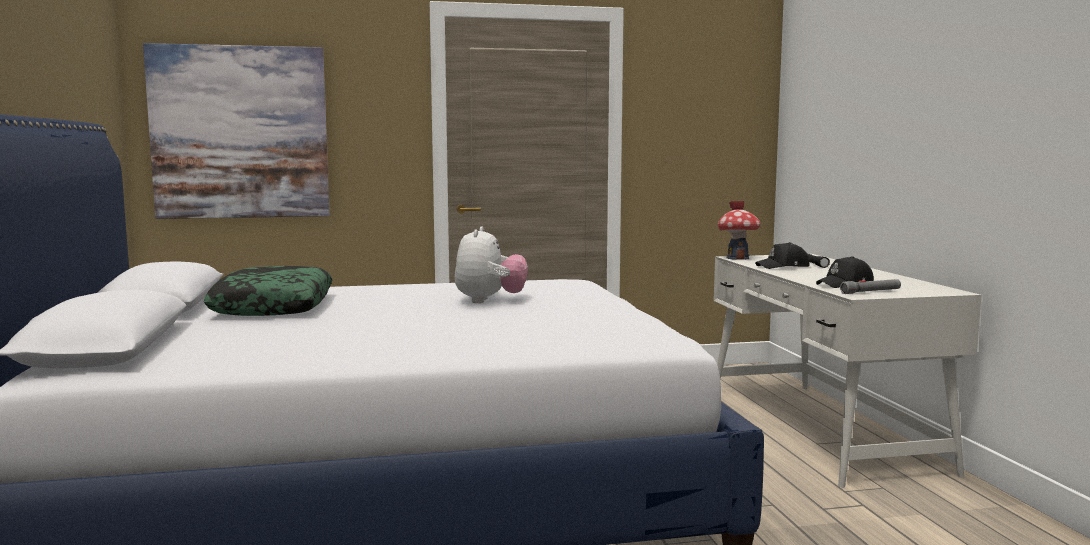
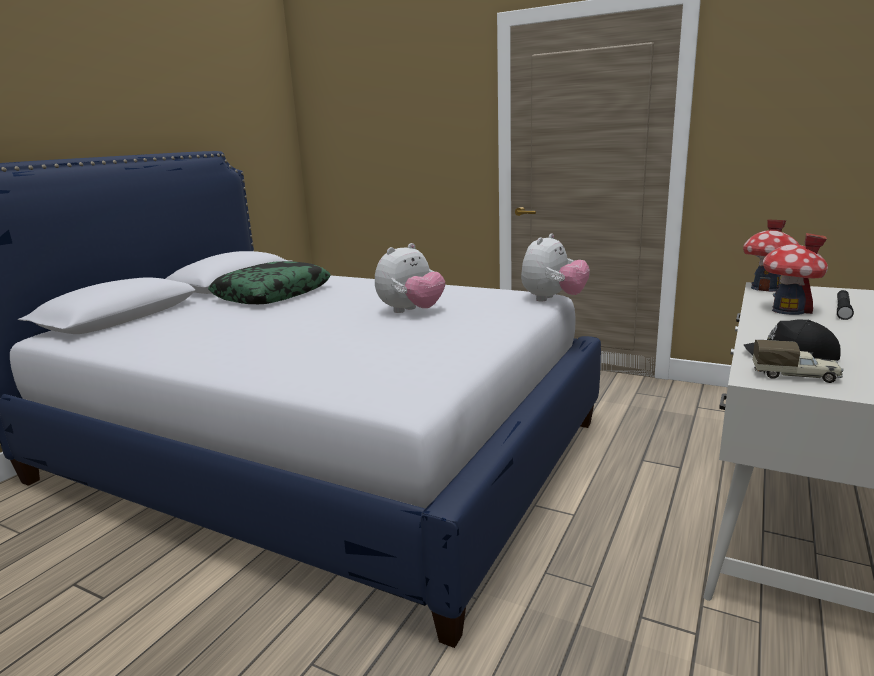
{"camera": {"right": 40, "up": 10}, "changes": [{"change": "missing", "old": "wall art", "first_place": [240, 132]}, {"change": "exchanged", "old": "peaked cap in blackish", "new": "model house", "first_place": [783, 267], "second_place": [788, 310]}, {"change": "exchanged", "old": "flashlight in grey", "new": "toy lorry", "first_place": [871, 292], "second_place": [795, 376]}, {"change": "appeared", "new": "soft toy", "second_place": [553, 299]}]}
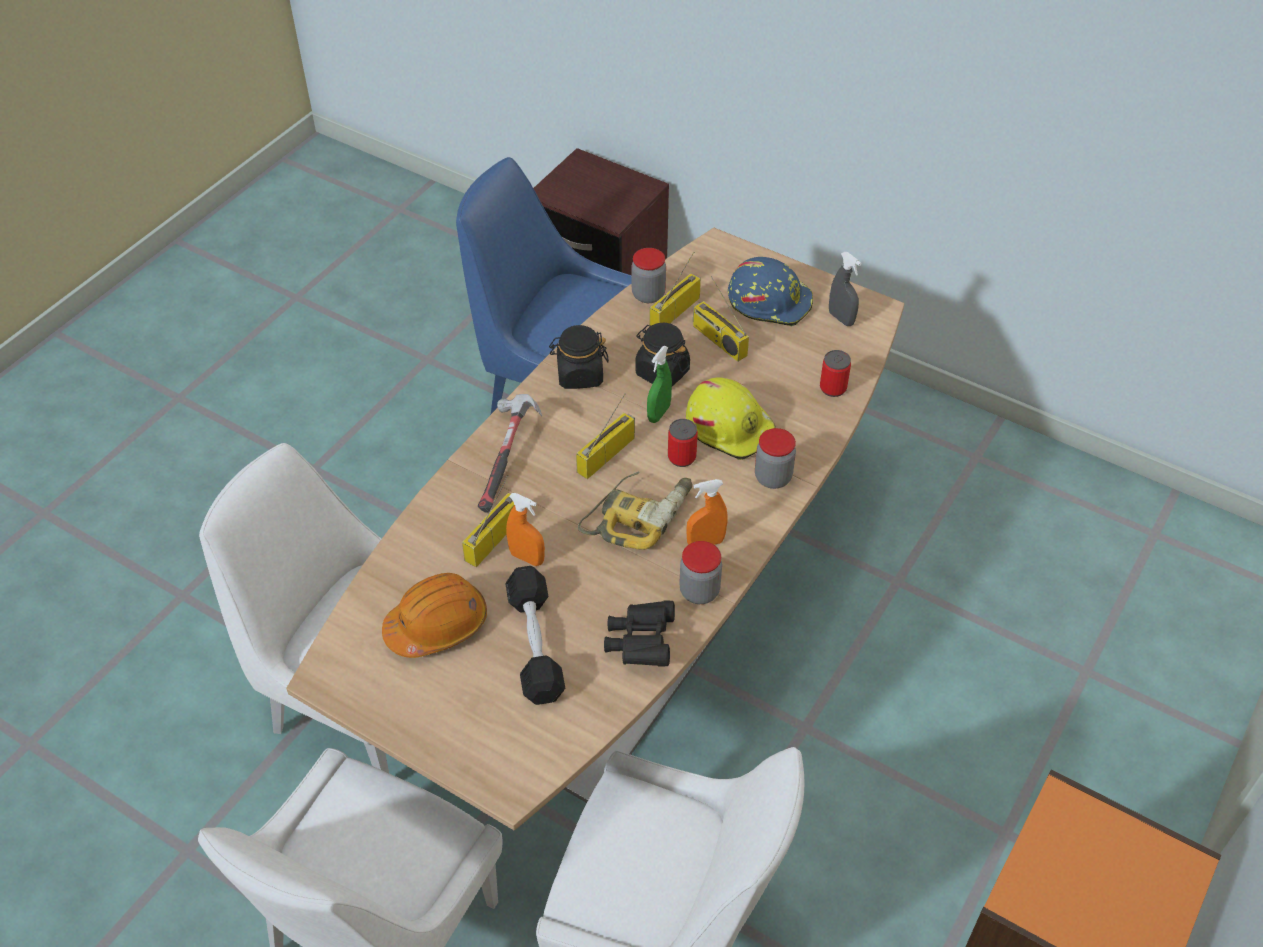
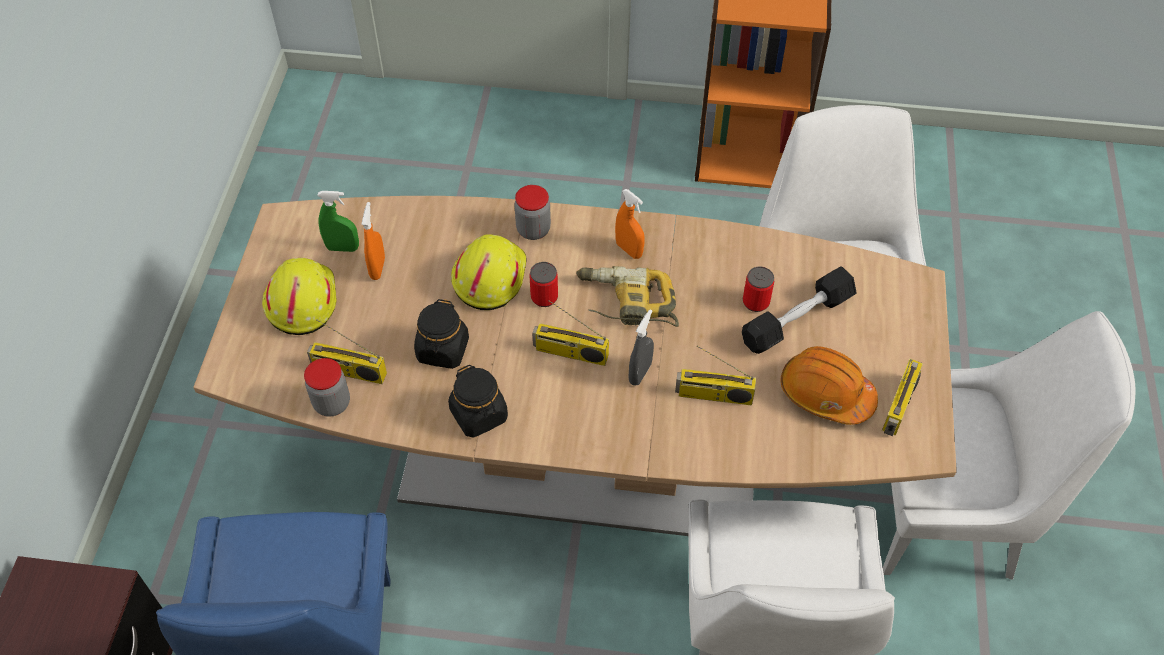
{"camera": {"right": -115, "up": 5}, "changes": [{"change": "missing", "old": "hand hammer", "first_place": [507, 459]}, {"change": "relocated", "old": "spray bottle in orange", "first_place": [527, 558], "second_place": [377, 268]}, {"change": "missing", "old": "binoculars in blackish", "first_place": [641, 643]}, {"change": "relocated", "old": "spray bottle in green", "first_place": [659, 413], "second_place": [342, 248]}, {"change": "missing", "old": "jar", "first_place": [699, 591]}, {"change": "relocated", "old": "radio receiver", "first_place": [718, 340], "second_place": [900, 406]}, {"change": "colour", "old": "hard hat in bluish", "new": "hard hat in yellow-coloured", "first_place": [770, 301], "second_place": [300, 301]}, {"change": "relocated", "old": "metal can", "first_place": [833, 388], "second_place": [755, 302]}, {"change": "relocated", "old": "spray bottle in grey", "first_place": [841, 318], "second_place": [640, 373]}]}
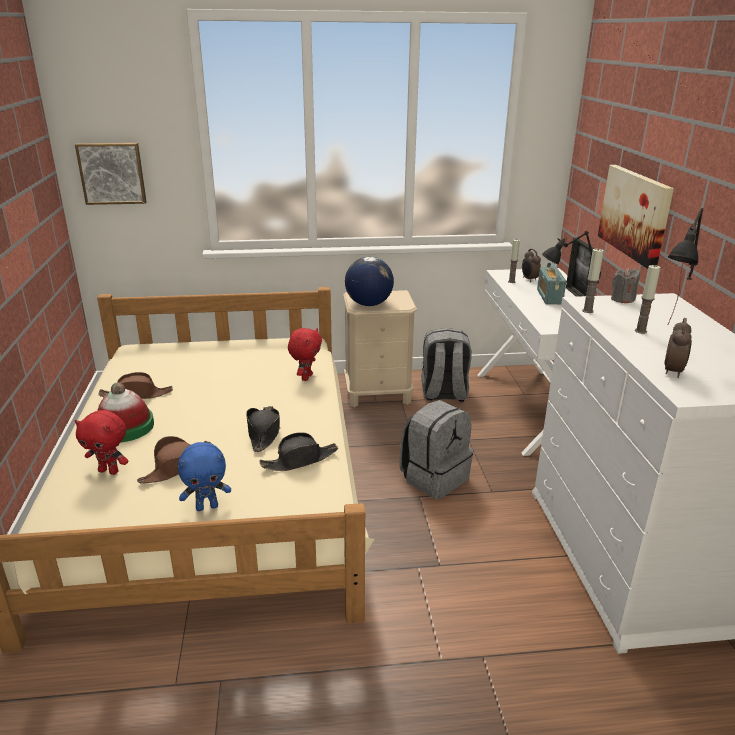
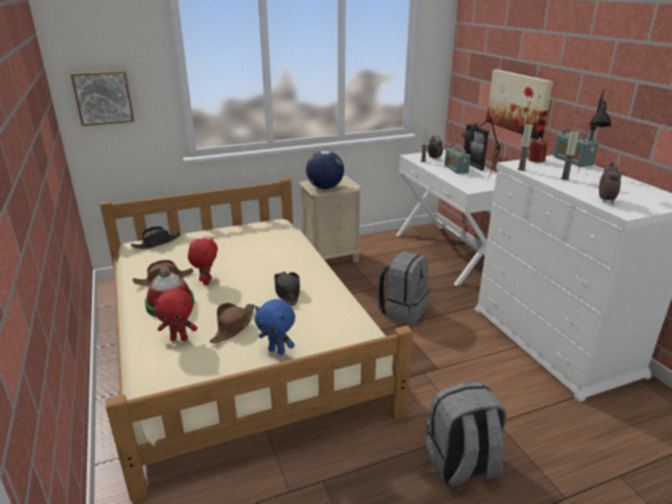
{"camera": {"right": -15, "up": 0}, "changes": [{"change": "spun", "old": "soft toy in bluish", "first_place": [207, 506], "second_place": [277, 351], "degrees": 60}, {"change": "relocated", "old": "clothing hat in blackish", "first_place": [300, 460], "second_place": [157, 243]}, {"change": "relocated", "old": "soft toy in red", "first_place": [306, 377], "second_place": [206, 281]}, {"change": "relocated", "old": "knapsack in grey", "first_place": [443, 394], "second_place": [461, 465]}, {"change": "colour", "old": "candle in grey", "new": "candle in red", "first_place": [622, 299], "second_place": [536, 160]}, {"change": "appeared", "new": "radio receiver", "second_place": [572, 161]}]}
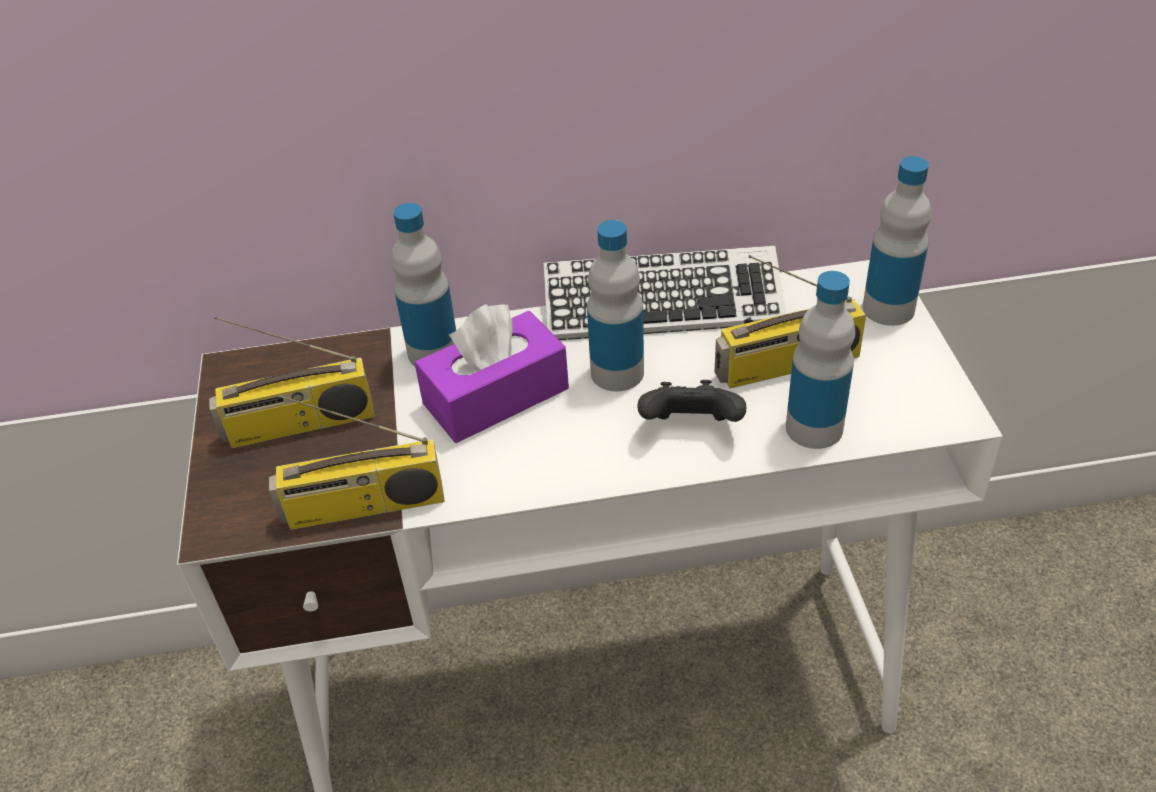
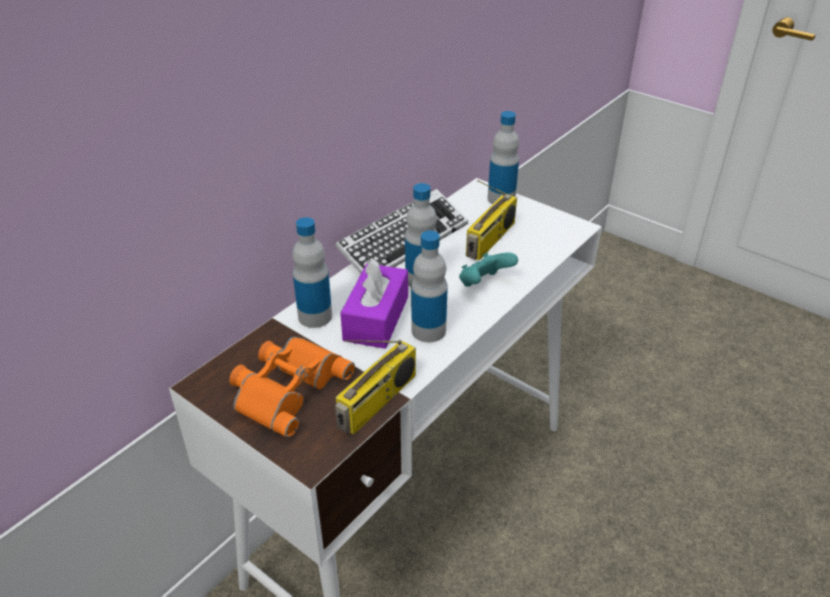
{"camera": {"right": -45, "up": -5}, "changes": [{"change": "exchanged", "old": "radio receiver", "new": "binoculars in orange", "first_place": [299, 425], "second_place": [286, 387]}, {"change": "colour", "old": "game controller in blackish", "new": "game controller in turquoise-coloured", "first_place": [691, 427], "second_place": [484, 284]}, {"change": "relocated", "old": "bottle", "first_place": [814, 428], "second_place": [428, 330]}]}
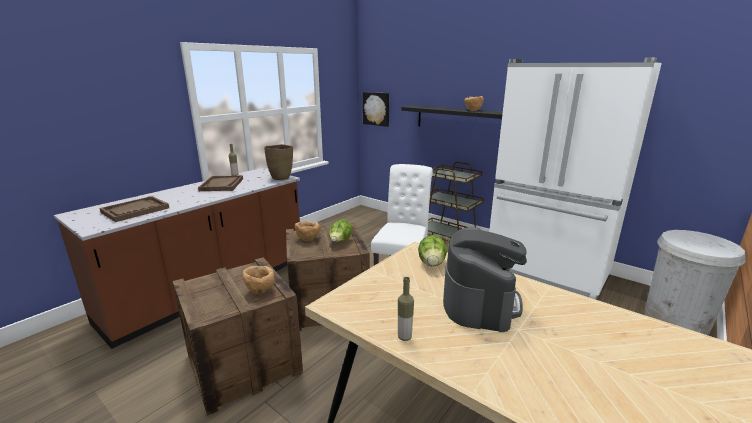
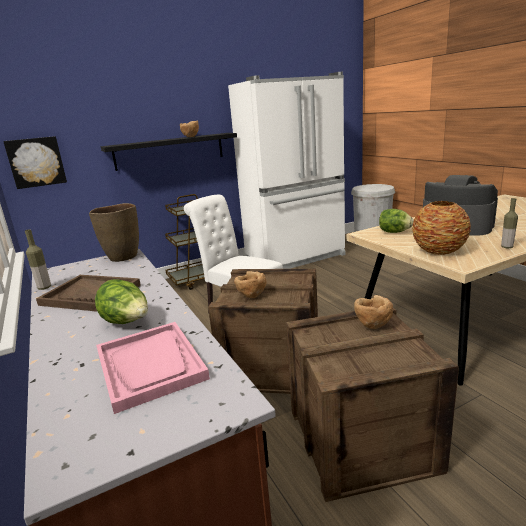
{"camera": {"right": -65, "up": 0}, "changes": [{"change": "colour", "old": "tray in brownish", "new": "tray in pinkish", "first_place": [135, 210], "second_place": [150, 365]}, {"change": "relocated", "old": "head of lettuce", "first_place": [340, 242], "second_place": [127, 322]}, {"change": "appeared", "new": "decorative vase", "second_place": [439, 251]}]}
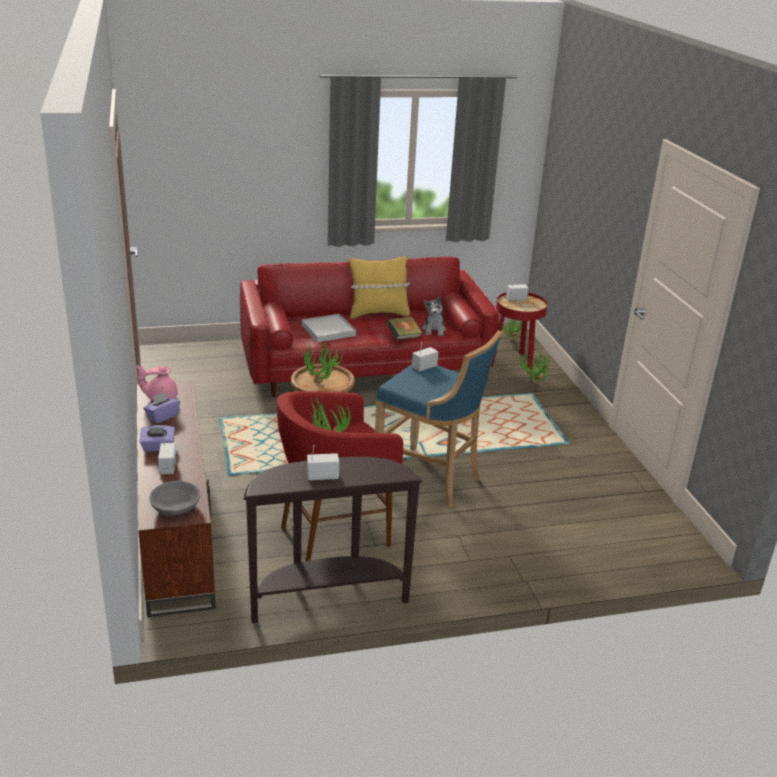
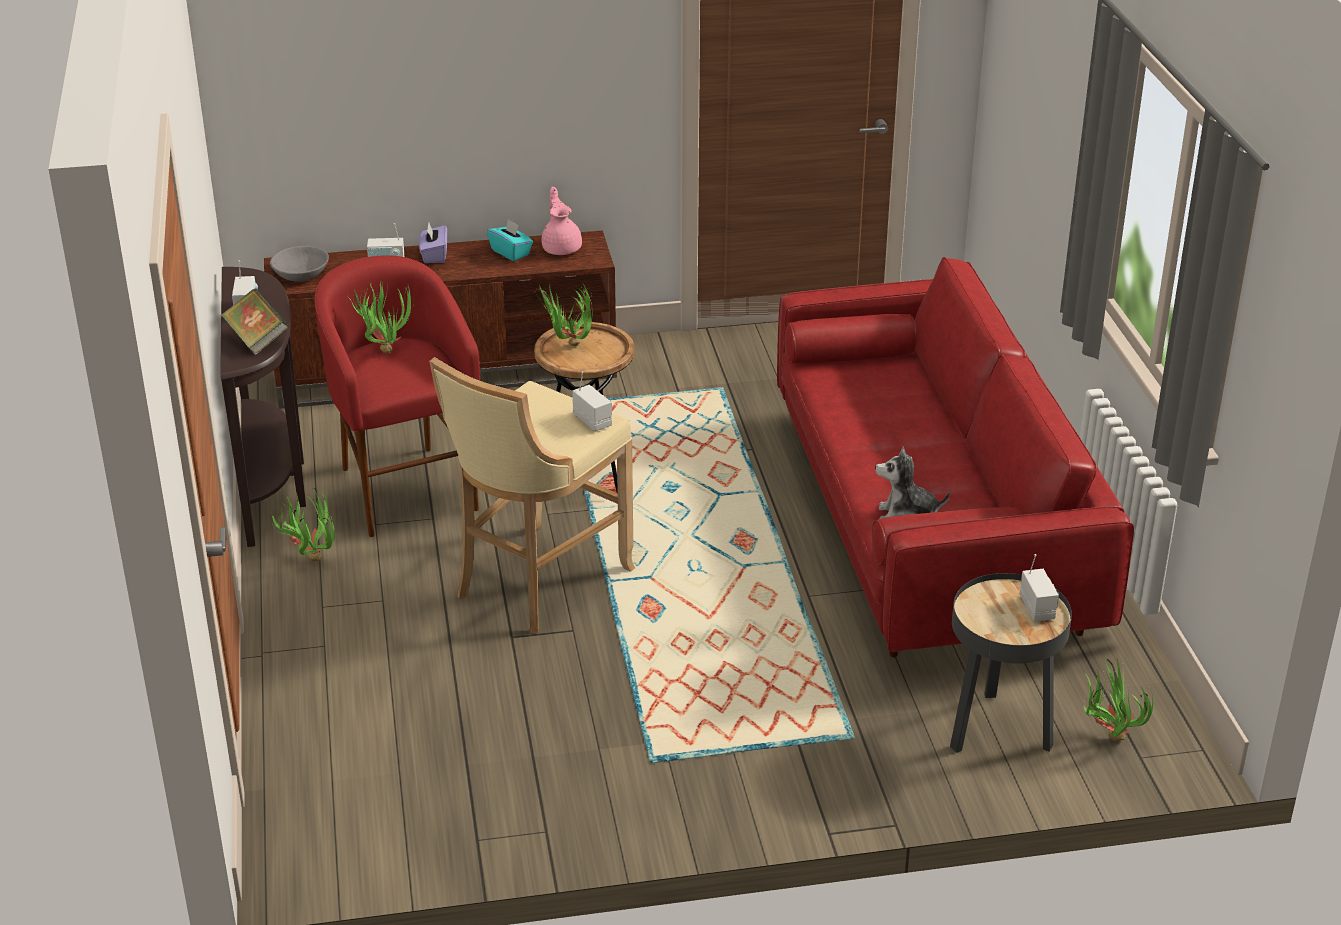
{"camera": {"right": 95, "up": 5}, "changes": [{"change": "colour", "old": "tissue holder in purplish", "new": "tissue holder in turquoise-coloured", "first_place": [162, 416], "second_place": [511, 252]}, {"change": "missing", "old": "tray in white", "first_place": [328, 330]}, {"change": "missing", "old": "pillow in yellow-coloured", "first_place": [378, 313]}, {"change": "colour", "old": "stool in bluish", "new": "stool in beige-coloured", "first_place": [430, 479], "second_place": [536, 583]}, {"change": "relocated", "old": "volume", "first_place": [403, 337], "second_place": [257, 339]}, {"change": "colour", "old": "side table in red", "new": "side table in blackish", "first_place": [514, 362], "second_place": [998, 730]}, {"change": "relocated", "old": "plant in a pot", "first_place": [533, 385], "second_place": [309, 557]}]}
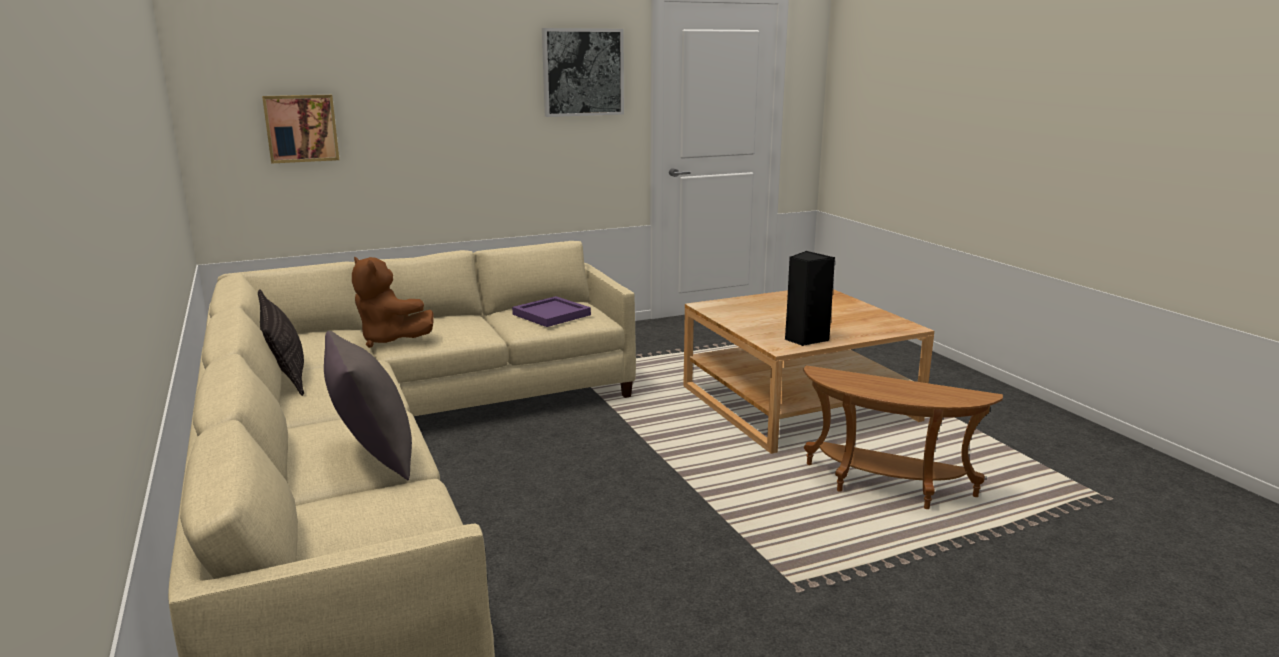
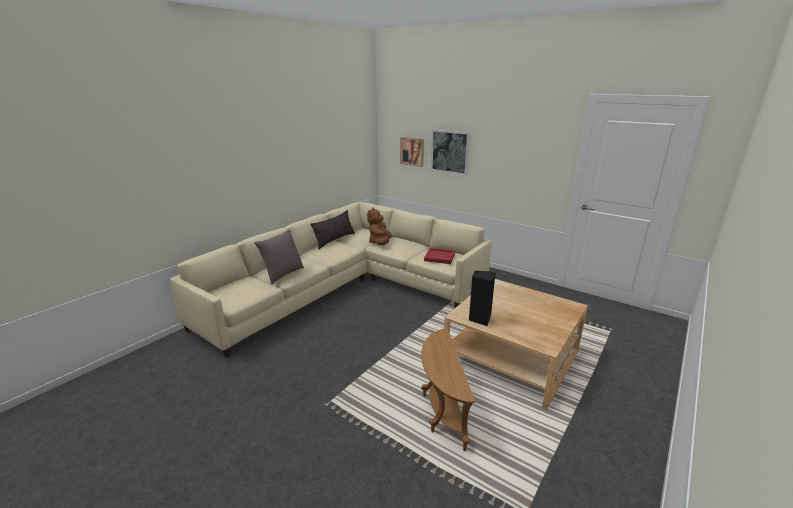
{"camera": {"right": 60, "up": 5}, "changes": [{"change": "colour", "old": "tray in purplish", "new": "tray in red", "first_place": [551, 315], "second_place": [439, 257]}, {"change": "relocated", "old": "wall art", "first_place": [583, 72], "second_place": [450, 151]}]}
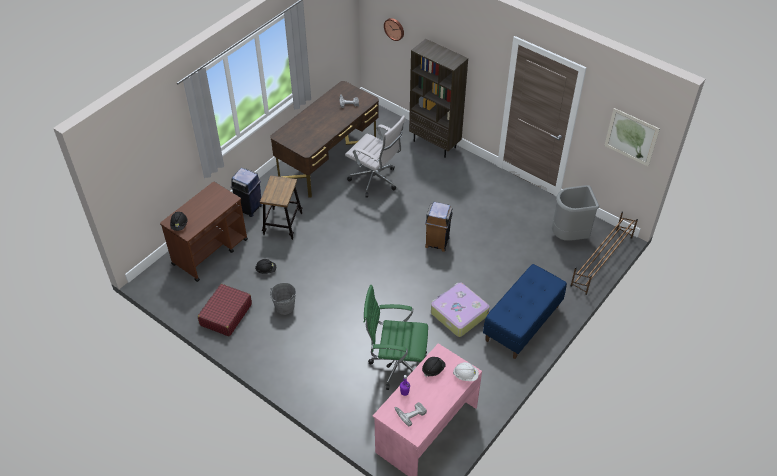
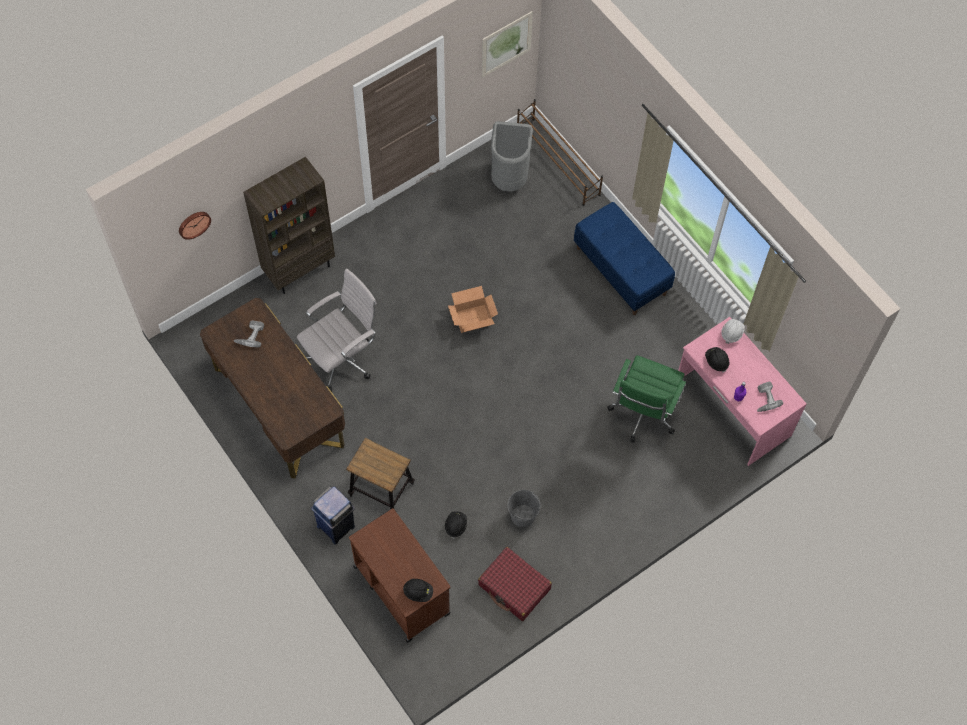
{"camera": {"right": -75, "up": 15}, "changes": [{"change": "exchanged", "old": "trash can in brownish", "new": "carton", "first_place": [437, 242], "second_place": [473, 319]}, {"change": "missing", "old": "piece of luggage", "first_place": [458, 314]}]}
